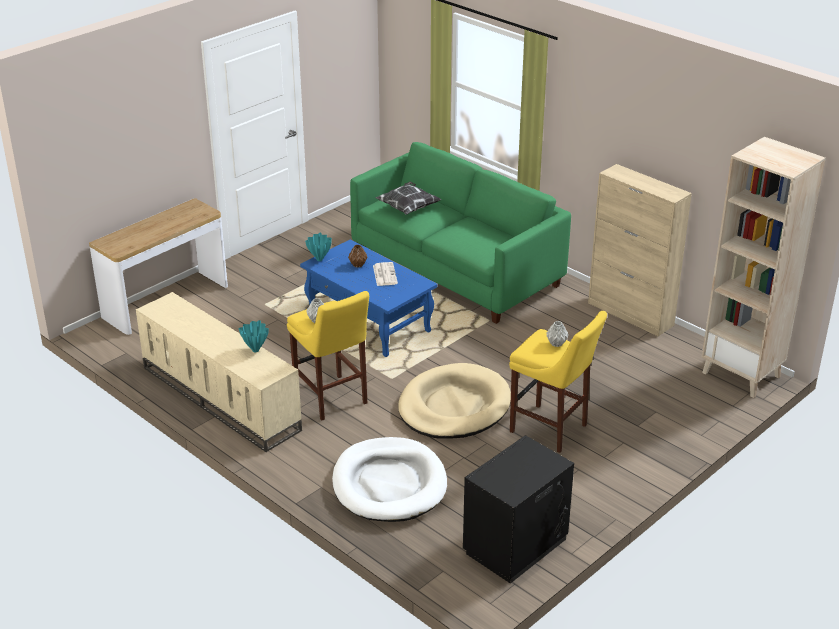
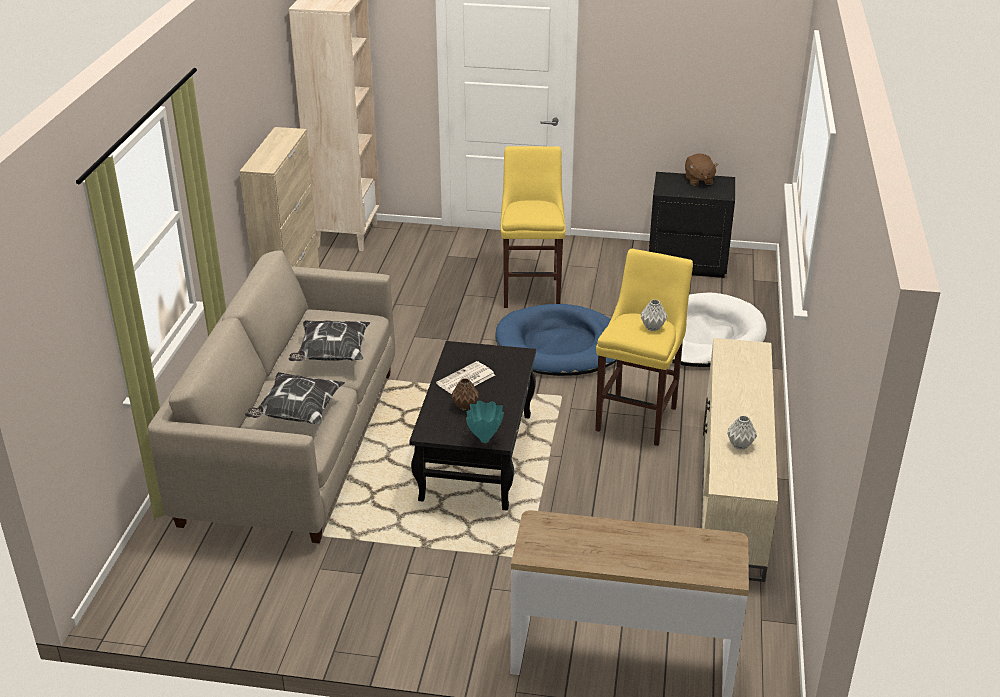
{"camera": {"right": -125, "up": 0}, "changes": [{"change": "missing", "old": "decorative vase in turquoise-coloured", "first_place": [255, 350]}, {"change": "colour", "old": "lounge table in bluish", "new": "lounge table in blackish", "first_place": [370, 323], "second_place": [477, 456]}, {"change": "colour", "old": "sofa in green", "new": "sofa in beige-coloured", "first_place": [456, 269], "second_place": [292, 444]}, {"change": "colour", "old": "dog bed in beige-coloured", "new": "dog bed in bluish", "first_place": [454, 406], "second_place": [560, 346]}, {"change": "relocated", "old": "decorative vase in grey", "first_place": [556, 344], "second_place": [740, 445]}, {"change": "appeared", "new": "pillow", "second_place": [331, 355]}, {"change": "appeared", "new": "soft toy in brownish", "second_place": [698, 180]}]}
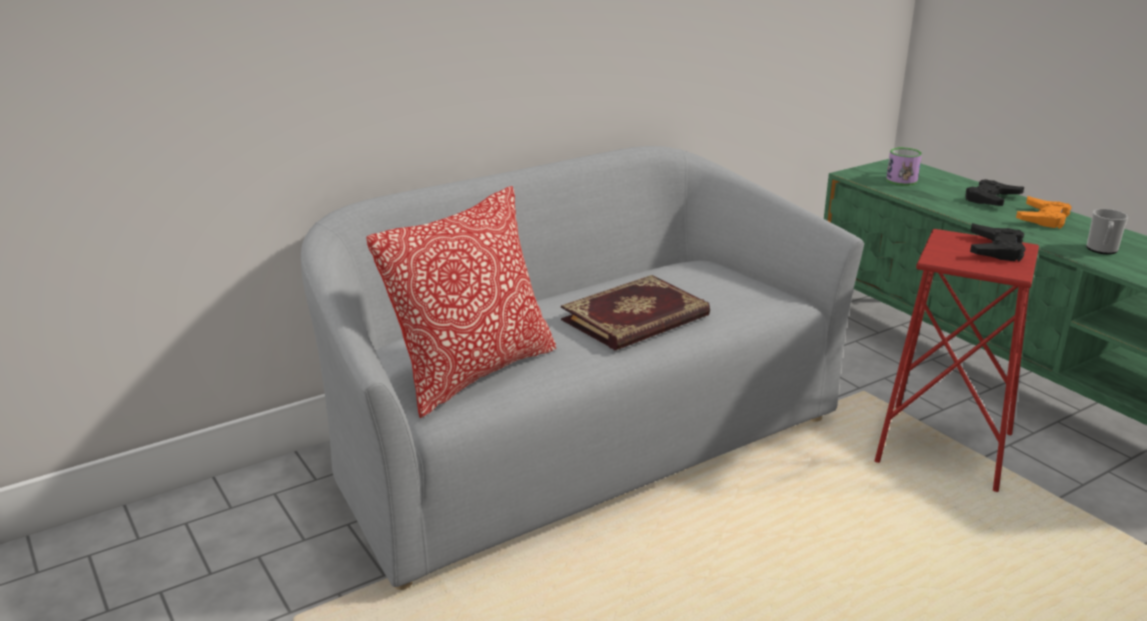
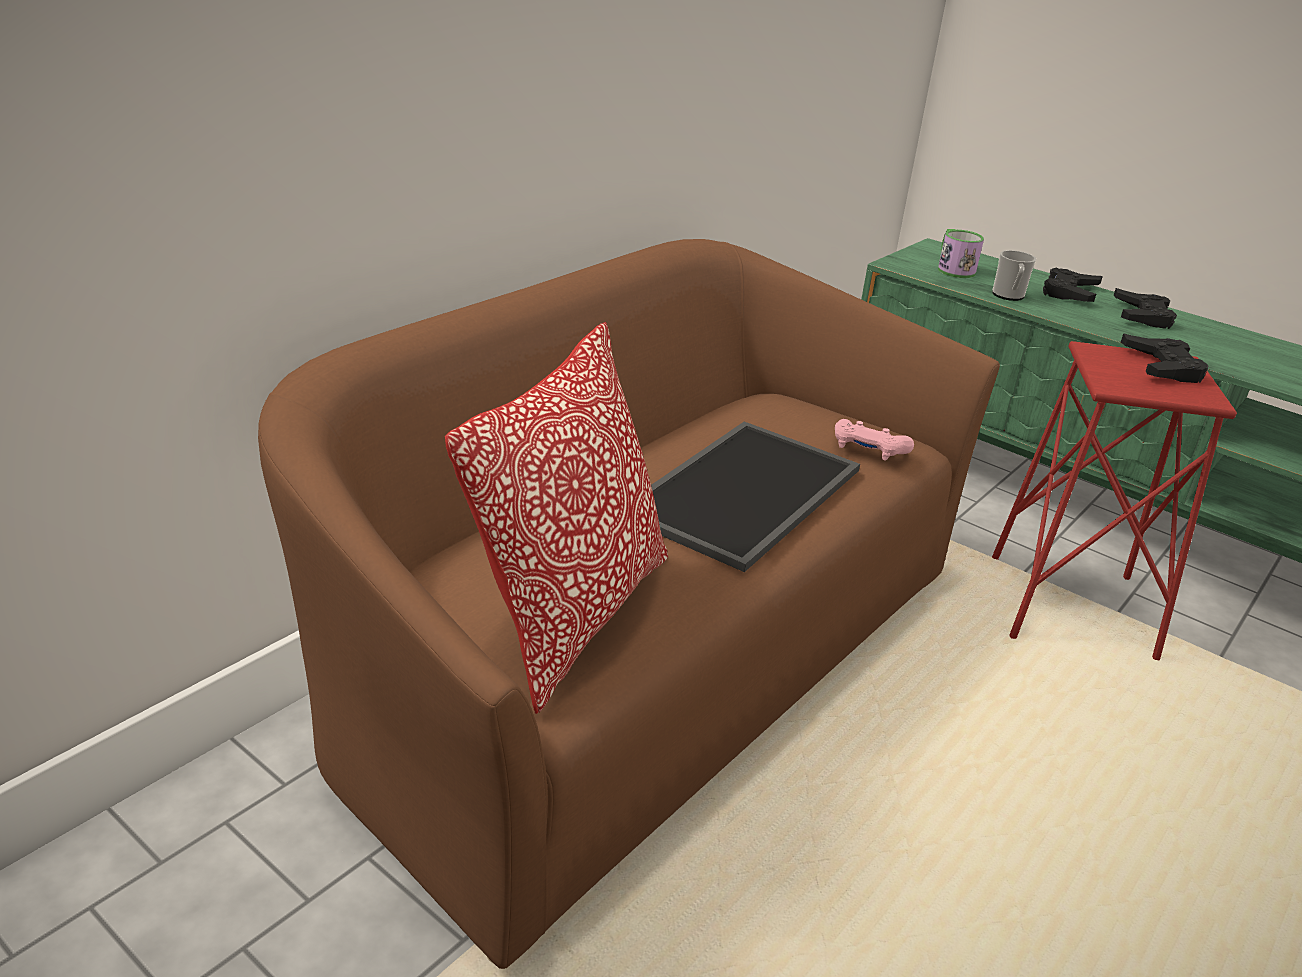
{"camera": {"right": -20, "up": 5}, "changes": [{"change": "colour", "old": "sofa in grey", "new": "sofa in brownish", "first_place": [574, 442], "second_place": [638, 662]}, {"change": "exchanged", "old": "volume", "new": "tray", "first_place": [636, 319], "second_place": [745, 494]}, {"change": "colour", "old": "game controller in orange", "new": "game controller in blackish", "first_place": [1043, 218], "second_place": [1142, 316]}, {"change": "relocated", "old": "coffee mug", "first_place": [1102, 250], "second_place": [1008, 296]}, {"change": "appeared", "new": "game controller in pinkish", "second_place": [868, 450]}]}
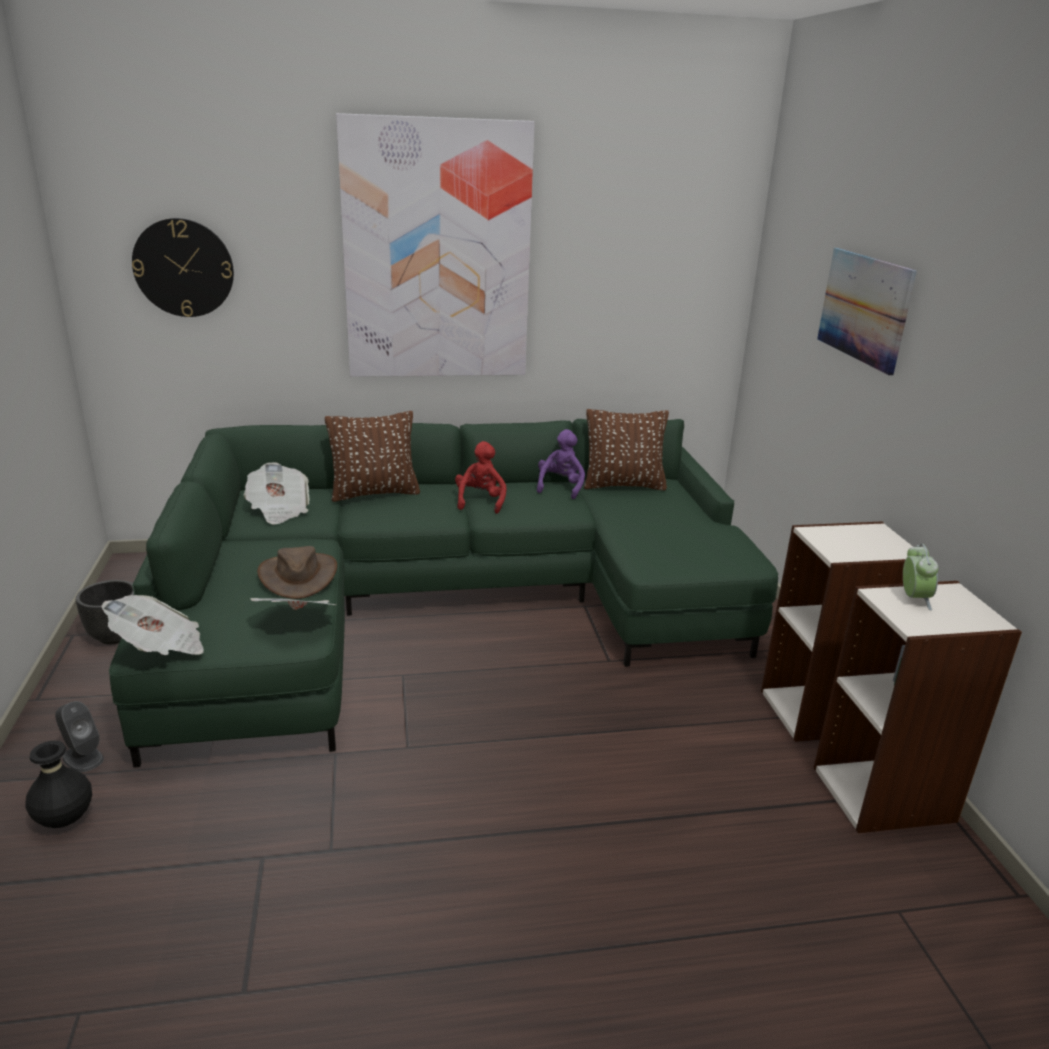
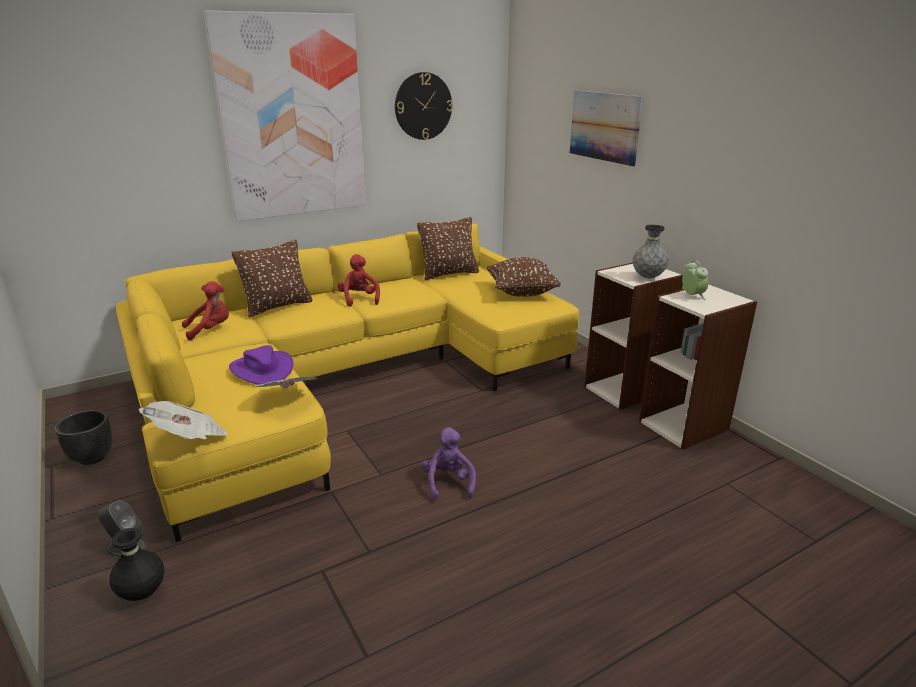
{"camera": {"right": -20, "up": 0}, "changes": [{"change": "colour", "old": "sofa in green", "new": "sofa in yellow-coloured", "first_place": [444, 604], "second_place": [347, 379]}, {"change": "relocated", "old": "wall clock", "first_place": [183, 268], "second_place": [423, 106]}, {"change": "exchanged", "old": "daily paper", "new": "soft toy in red", "first_place": [279, 510], "second_place": [210, 330]}, {"change": "colour", "old": "clothing hat in brownish", "new": "clothing hat in purplish", "first_place": [298, 576], "second_place": [262, 369]}, {"change": "relocated", "old": "soft toy in purplish", "first_place": [560, 487], "second_place": [448, 483]}, {"change": "appeared", "new": "pillow in brownish", "second_place": [521, 292]}, {"change": "appeared", "new": "decorative vase in grey", "second_place": [648, 277]}]}
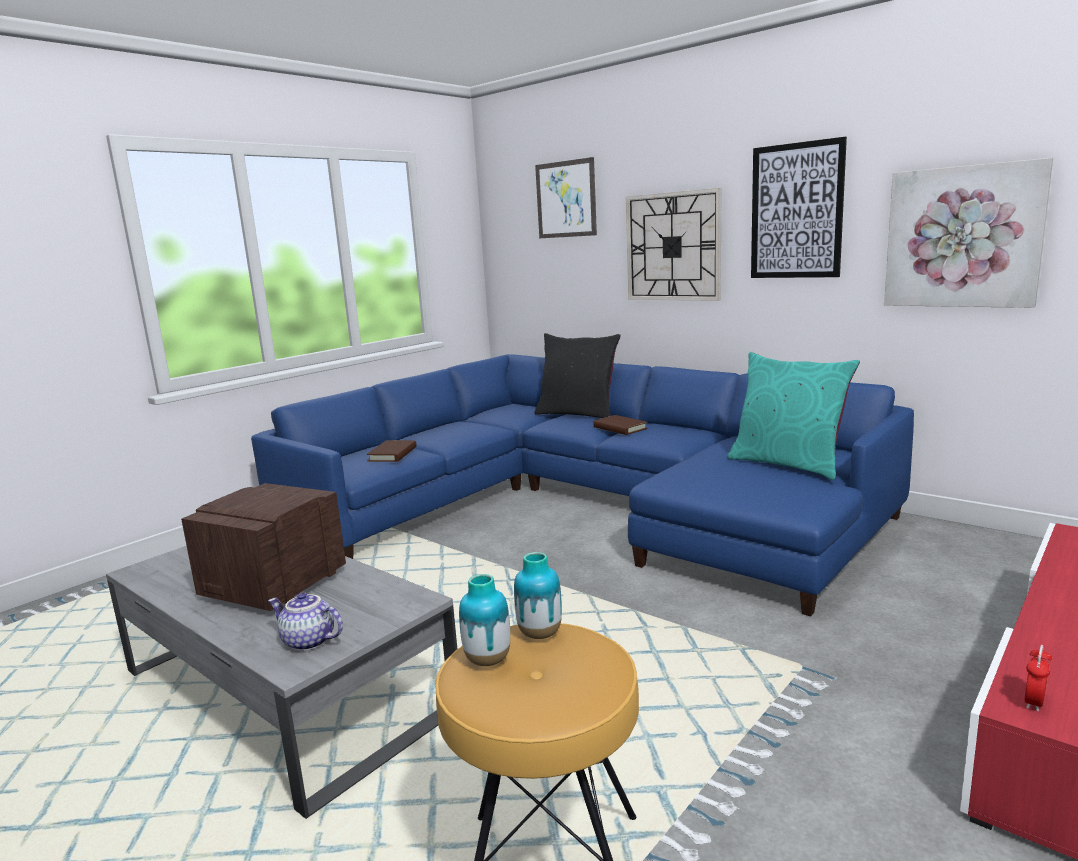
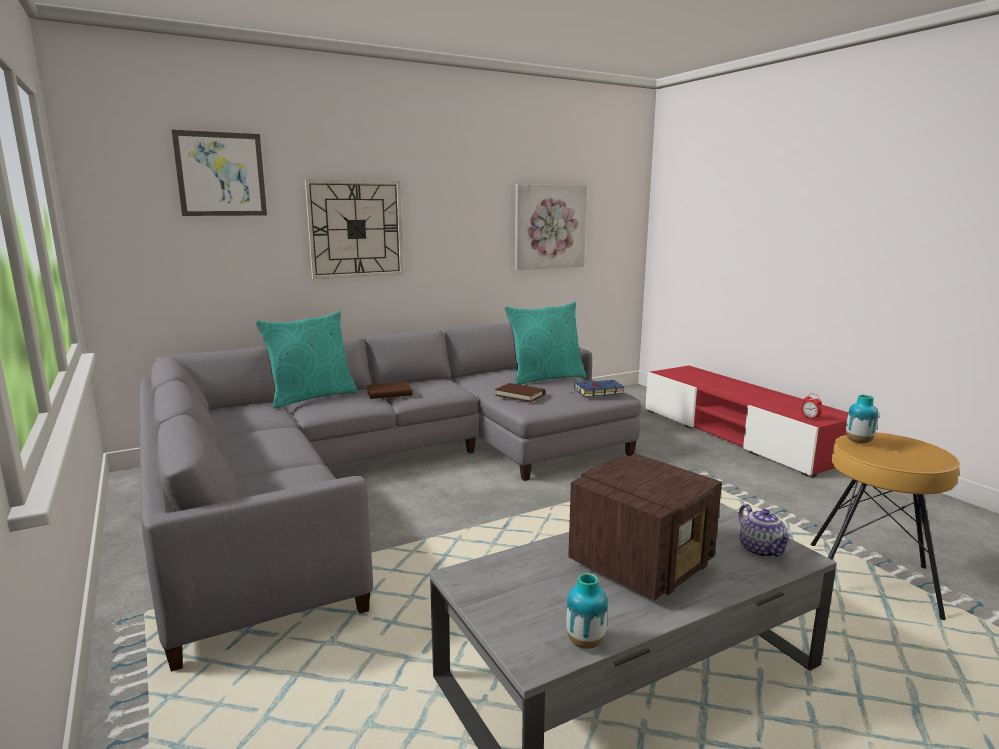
{"camera": {"right": -70, "up": 0}, "changes": [{"change": "spun", "old": "radio receiver", "first_place": [272, 586], "second_place": [643, 563], "degrees": -90}, {"change": "colour", "old": "sofa in bluish", "new": "sofa in grey", "first_place": [583, 505], "second_place": [385, 472]}, {"change": "spun", "old": "tea pot", "first_place": [307, 642], "second_place": [762, 550], "degrees": -60}, {"change": "relocated", "old": "volume in brownish", "first_place": [392, 454], "second_place": [520, 395]}, {"change": "relocated", "old": "decorative vase", "first_place": [487, 660], "second_place": [585, 642]}, {"change": "colour", "old": "pillow in blackish", "new": "pillow in turquoise-coloured", "first_place": [578, 414], "second_place": [311, 397]}, {"change": "missing", "old": "wall art", "first_place": [796, 211]}, {"change": "appeared", "new": "volume in bluish", "second_place": [597, 391]}]}
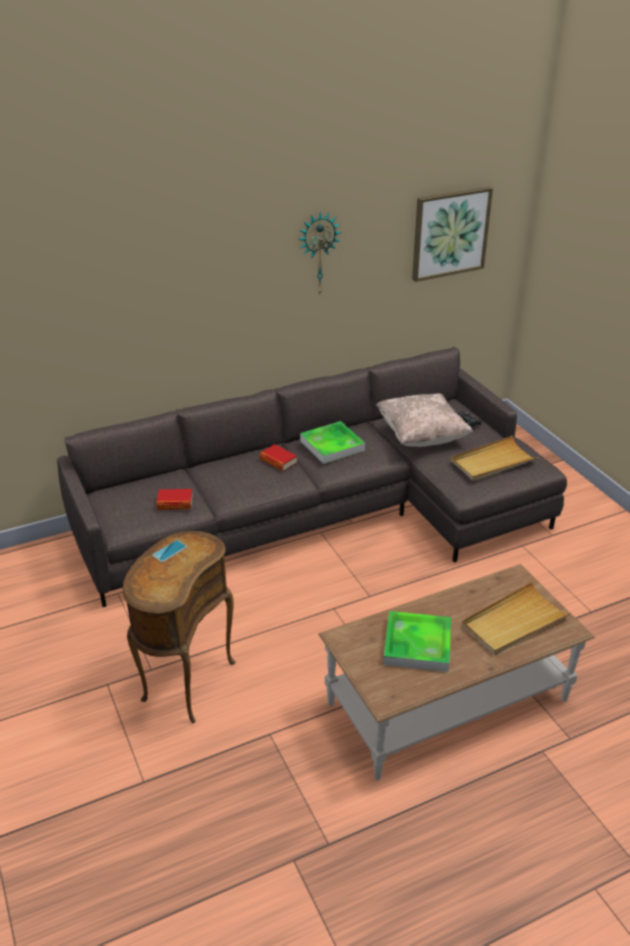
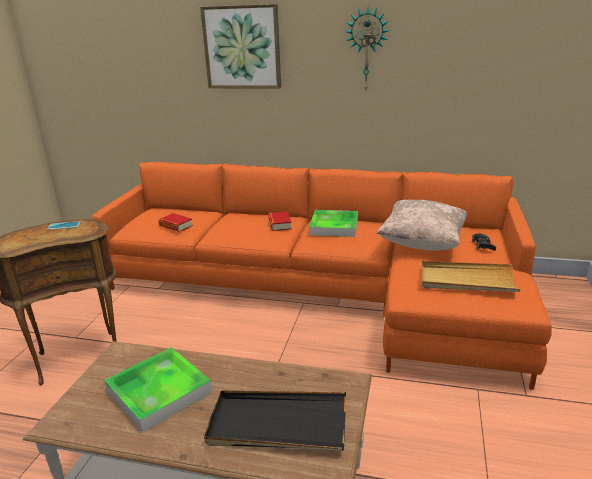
{"camera": {"right": 40, "up": -10}, "changes": [{"change": "colour", "old": "sofa in grey", "new": "sofa in orange", "first_place": [327, 513], "second_place": [325, 292]}, {"change": "relocated", "old": "wall art", "first_place": [450, 233], "second_place": [242, 47]}, {"change": "colour", "old": "tray in beige-coloured", "new": "tray in blackish", "first_place": [514, 622], "second_place": [277, 424]}]}
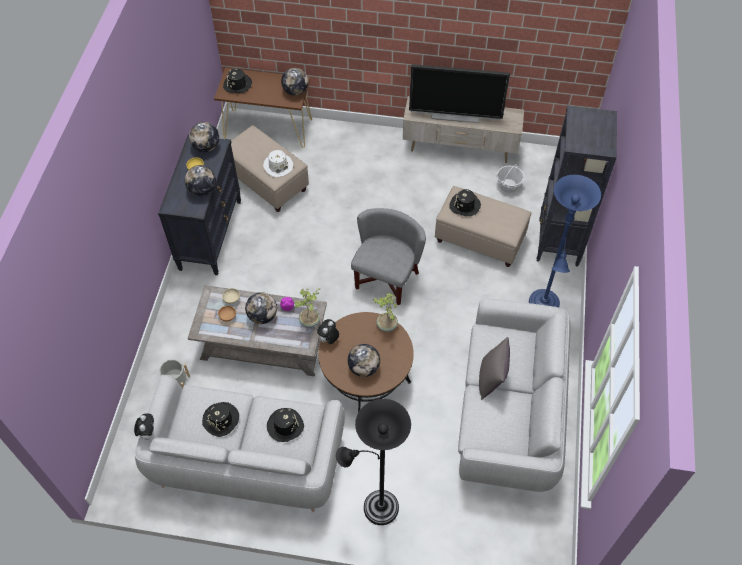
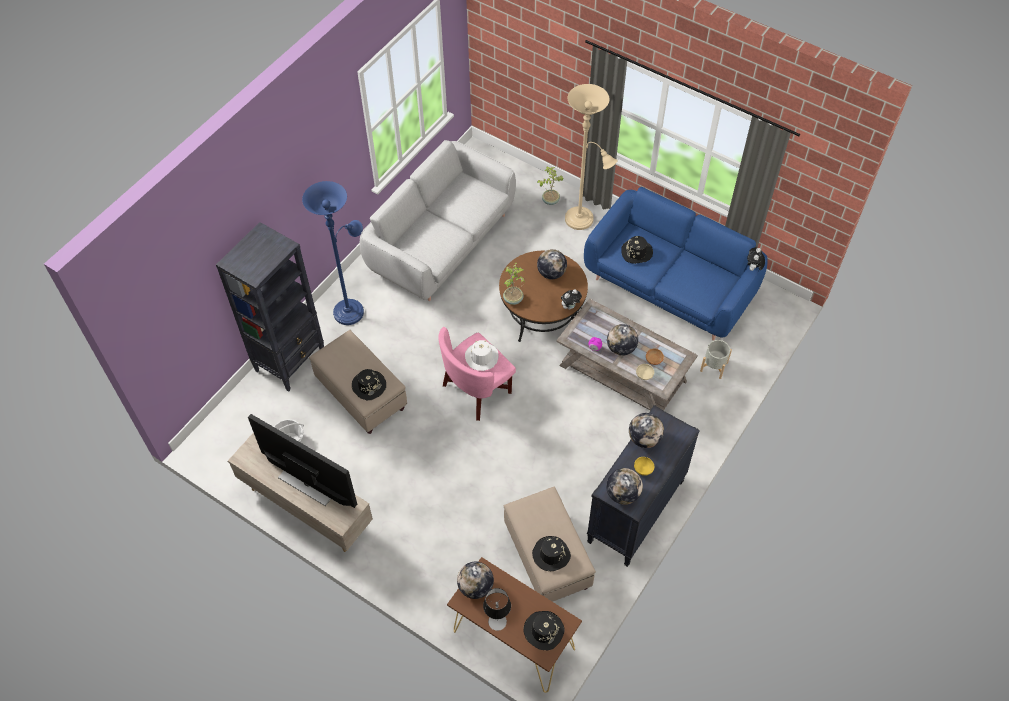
{"camera": {"right": -155, "up": 0}, "changes": [{"change": "colour", "old": "sofa in grey", "new": "sofa in bluish", "first_place": [248, 459], "second_place": [670, 286]}, {"change": "relocated", "old": "clothing hat in blackish", "first_place": [221, 419], "second_place": [551, 554]}, {"change": "relocated", "old": "clothing hat in white", "first_place": [278, 165], "second_place": [481, 357]}, {"change": "relocated", "old": "plant in a pot", "first_place": [310, 321], "second_place": [550, 200]}, {"change": "colour", "old": "floor lamp in blackish", "new": "floor lamp in beige-coloured", "first_place": [376, 507], "second_place": [582, 220]}, {"change": "colour", "old": "lounge chair in grey", "new": "lounge chair in pinkish", "first_place": [386, 279], "second_place": [476, 390]}, {"change": "missing", "old": "pillow in grey", "first_place": [491, 379]}, {"change": "appeared", "new": "tabletop lamp", "second_place": [497, 621]}]}
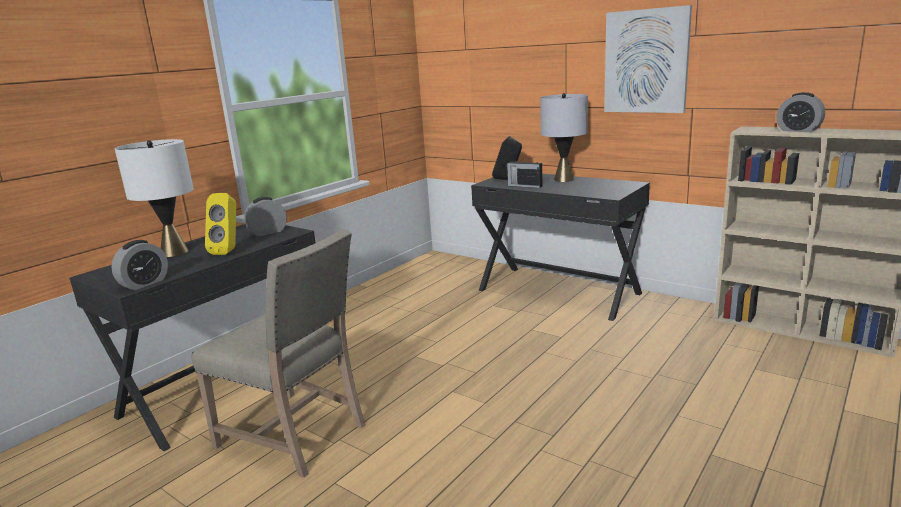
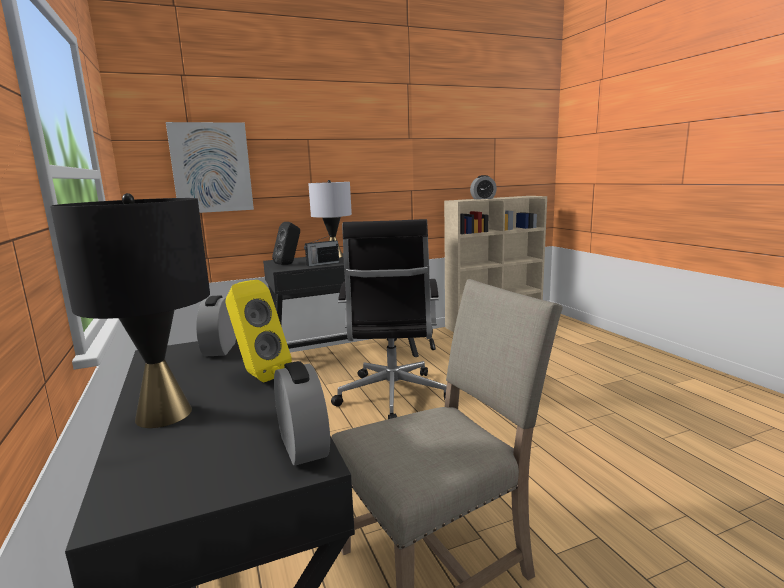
{"camera": {"right": -60, "up": -5}, "changes": [{"change": "colour", "old": "tabletop lamp in white", "new": "tabletop lamp in blackish", "first_place": [174, 252], "second_place": [164, 414]}, {"change": "relocated", "old": "wall art", "first_place": [646, 61], "second_place": [211, 168]}, {"change": "appeared", "new": "desk chair in blackish", "second_place": [392, 397]}]}
